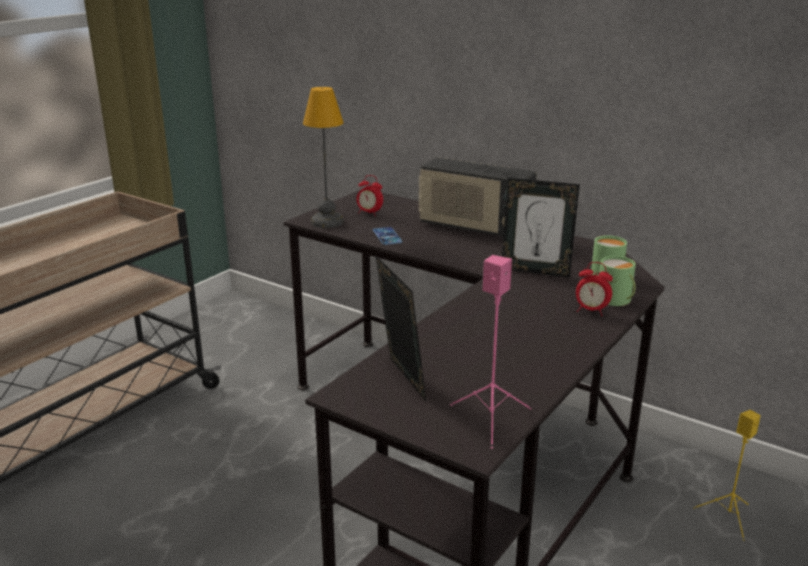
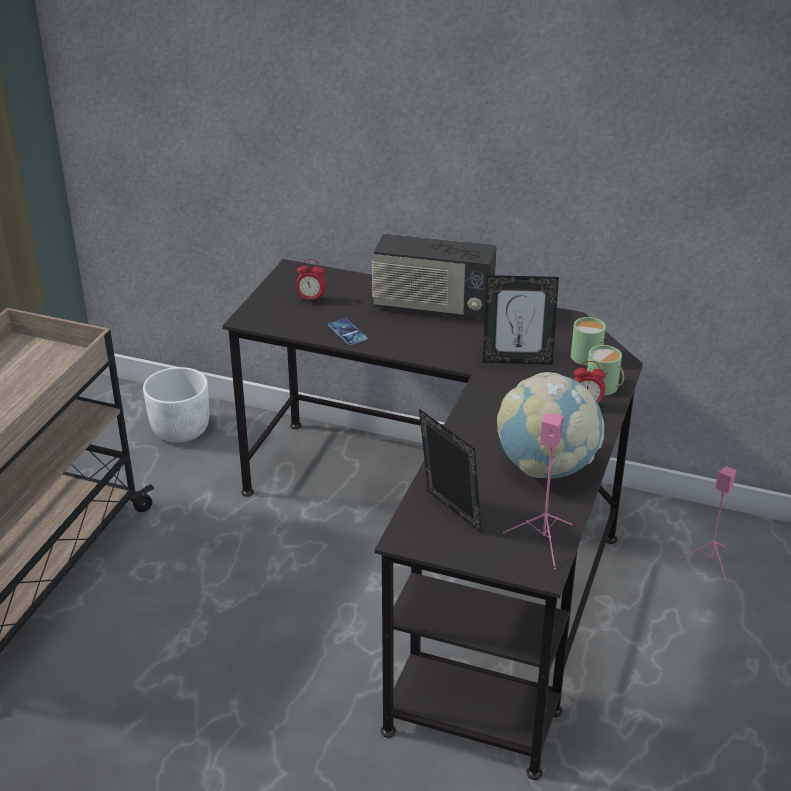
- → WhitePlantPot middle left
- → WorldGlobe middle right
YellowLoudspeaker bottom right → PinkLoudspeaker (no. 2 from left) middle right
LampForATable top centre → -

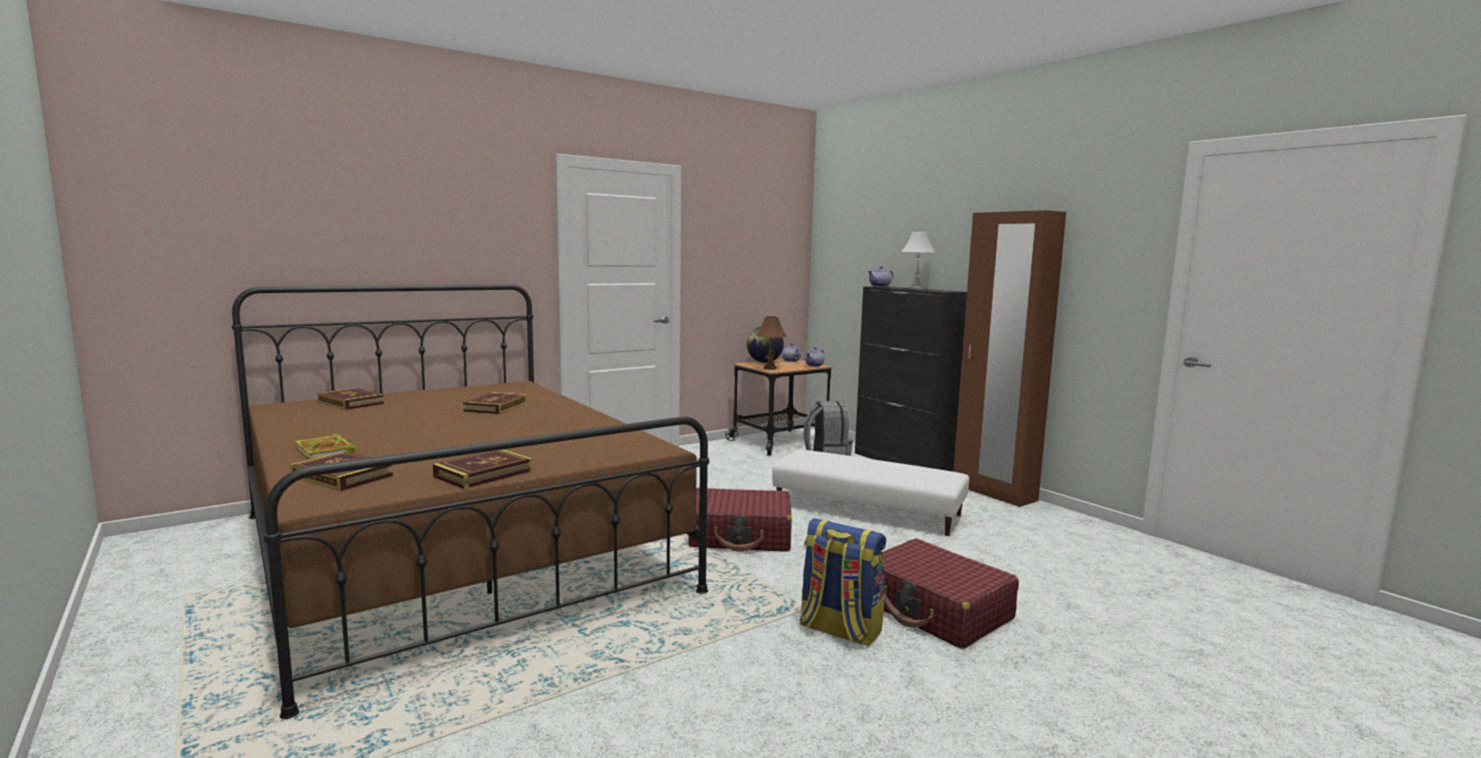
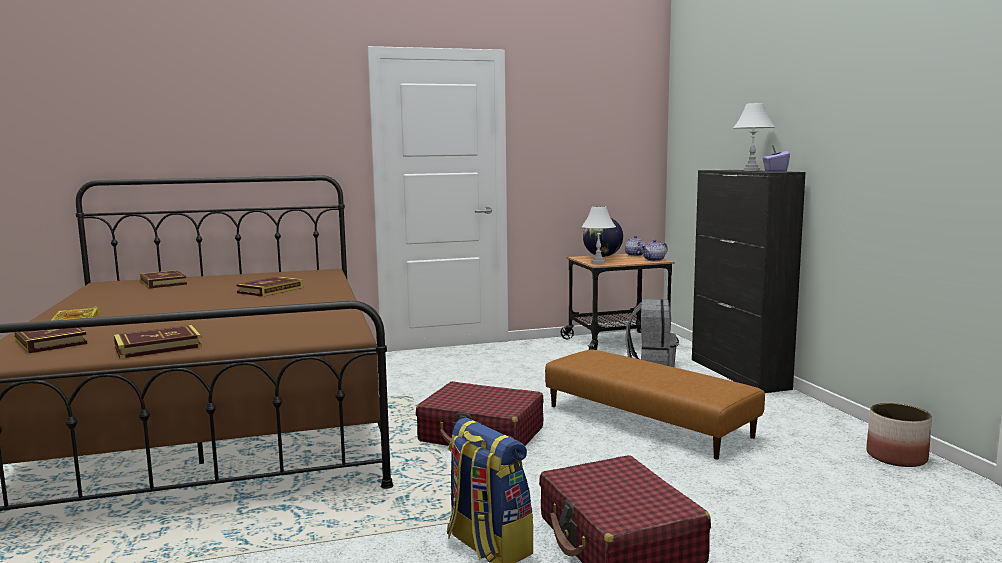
WhiteFootrest centre → BrownishFootrest bottom centre
BrownishLampForATable centre → WhiteLampForATable (no. 1 from left) centre
- → PurpleColouredBoxOfTissues top right
- → PlantPot bottom right
PotForTea (no. 3 from left) centre → -
BrownishArmoire middle right → -

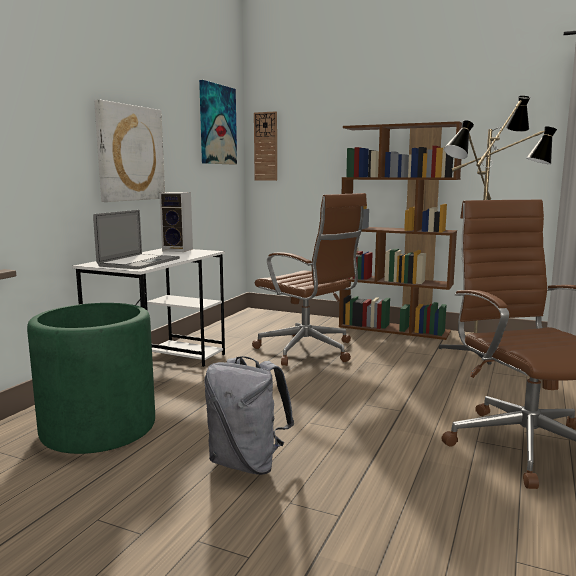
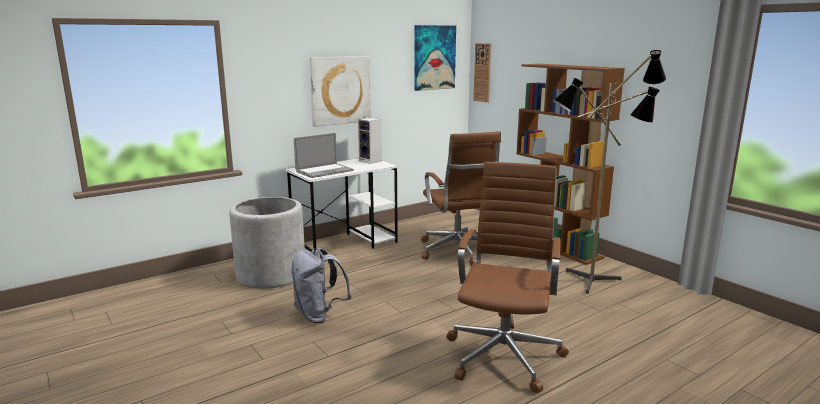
GreenishPlantPot middle left → GrayPlantPot middle left

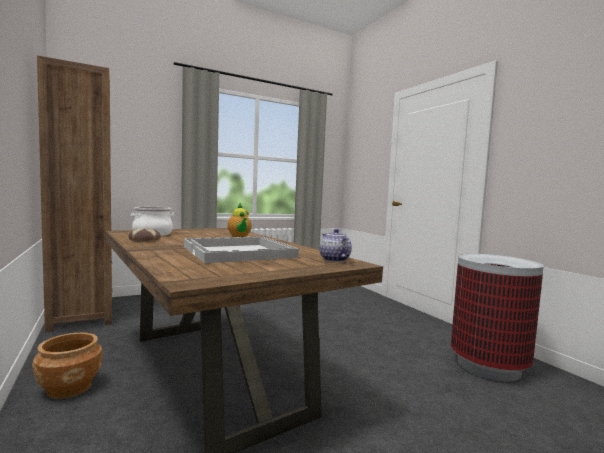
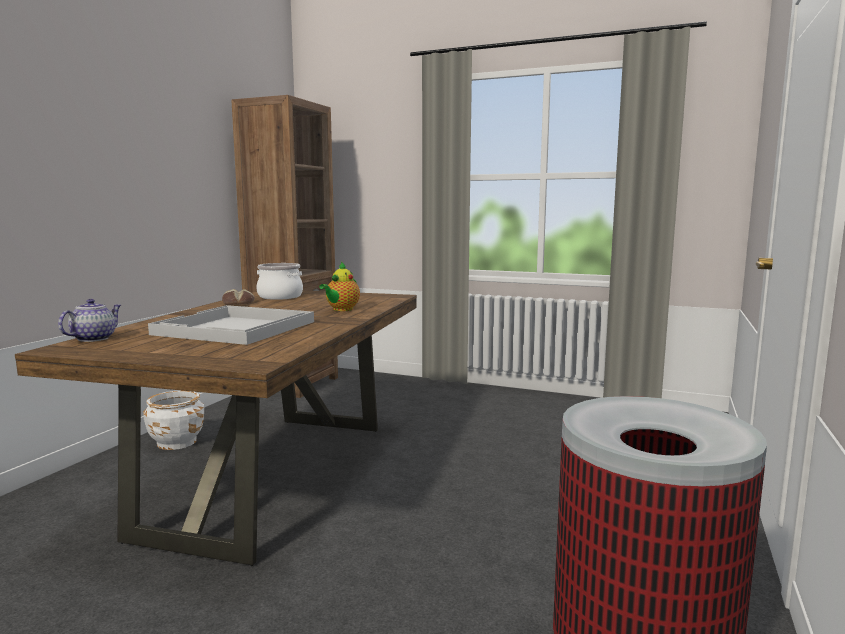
PotForTea (no. 2 from left in the first image) centre → PotForTea (no. 1 from left) middle left, relocated
BrownishPlantPot bottom left → WhitePlantPot middle left

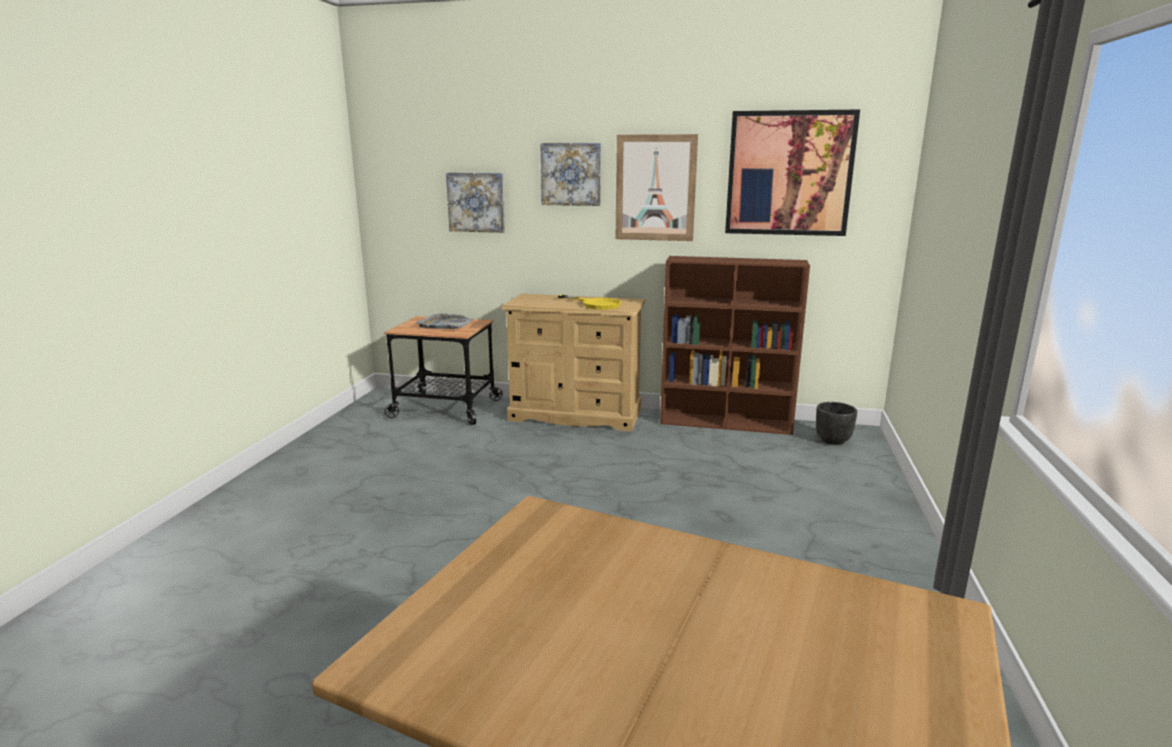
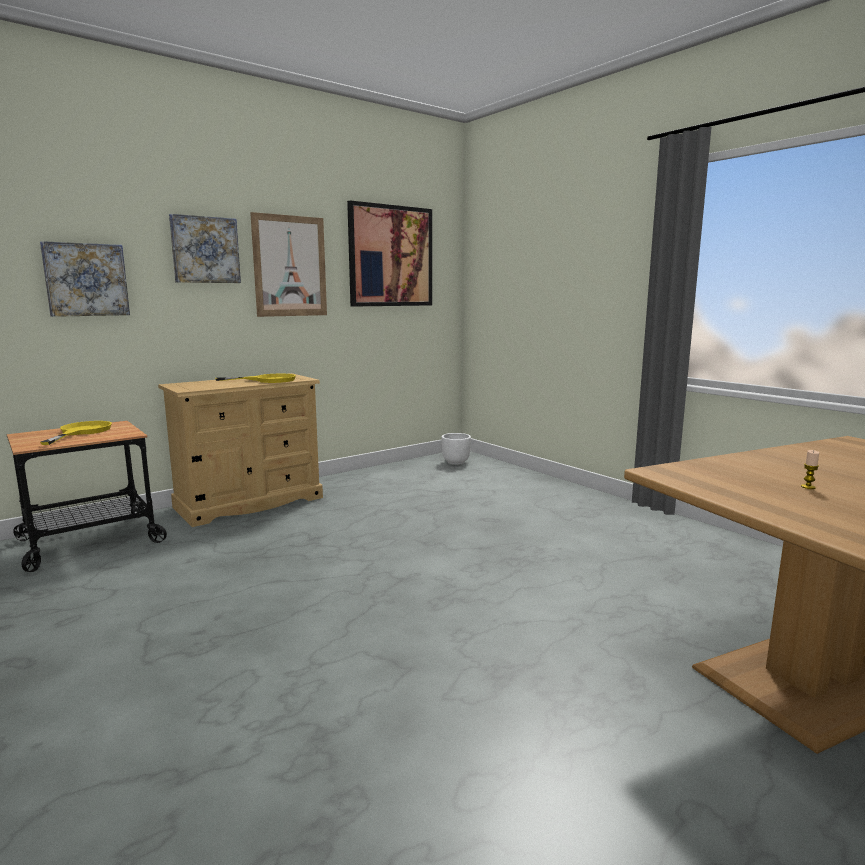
GrayTray centre → YellowPan (no. 1 from left) middle left
BlackColouredPlantPot middle right → WhitePlantPot centre
- → WaxLight middle right
BrownishShelvingUnit centre → -

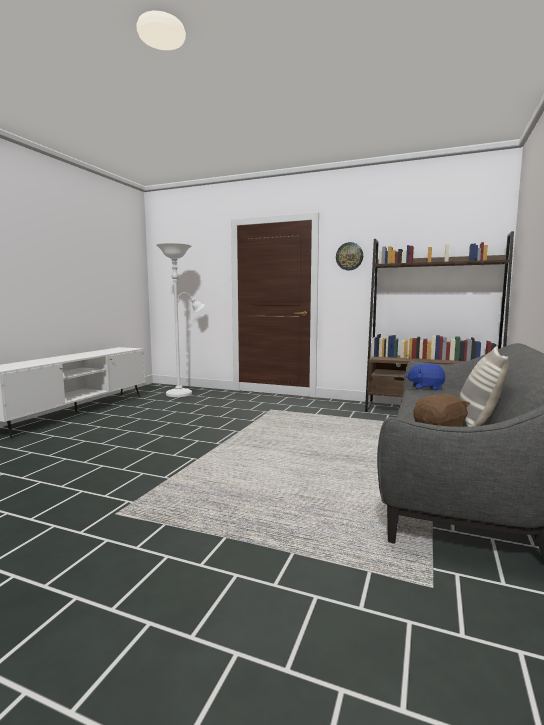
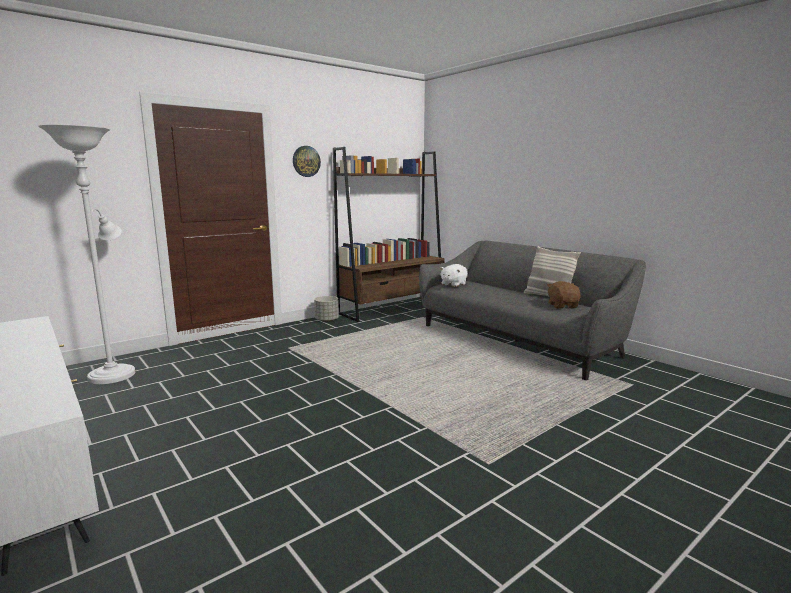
- → GrayPlantPot centre
BluishCuddlyToy middle right → WhiteCuddlyToy centre

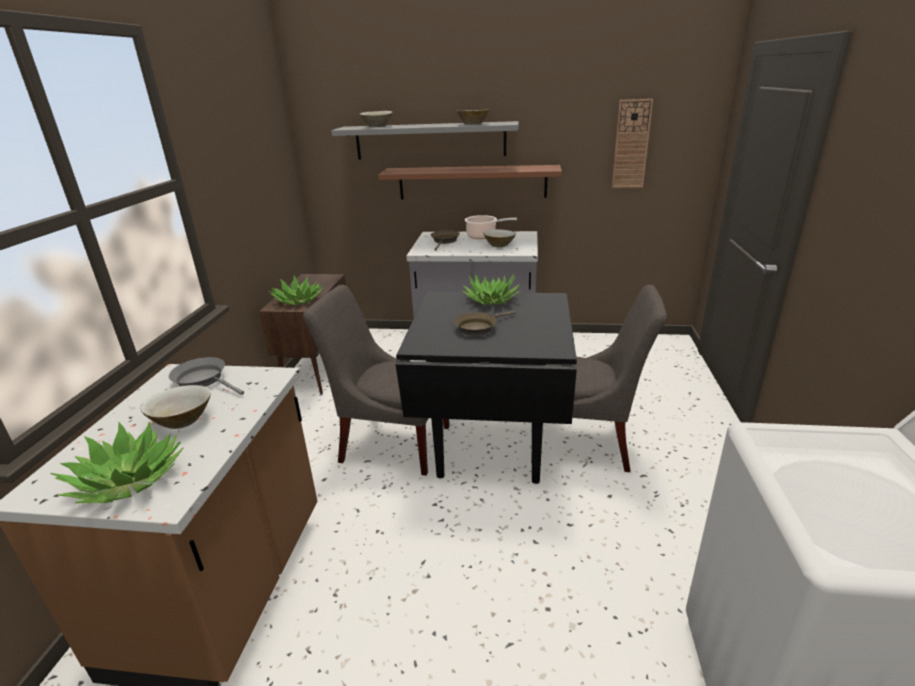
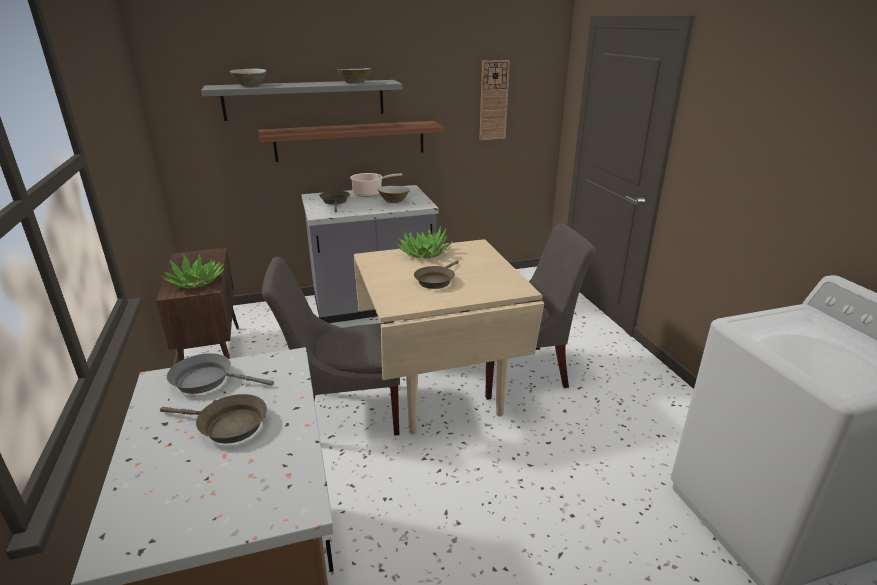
BeigeColouredBowl (no. 1 from left) middle left → BrownishPan (no. 1 from left) bottom left
BlackColouredDinnerTable centre → BeigeColouredDinnerTable centre
Houseplant (no. 1 from left) bottom left → -

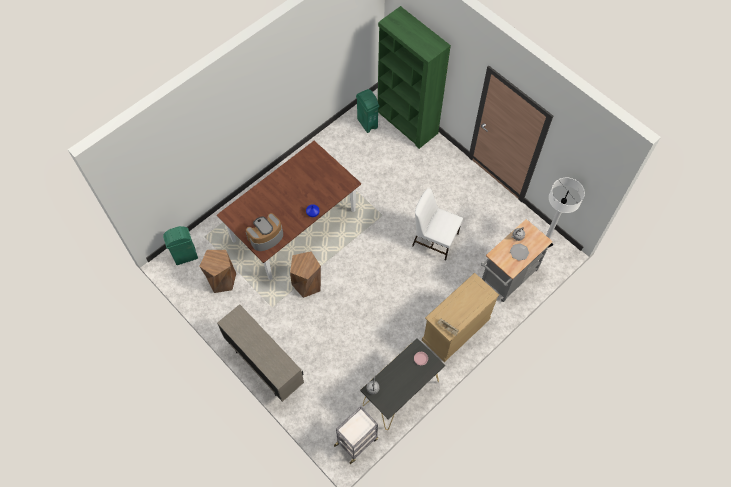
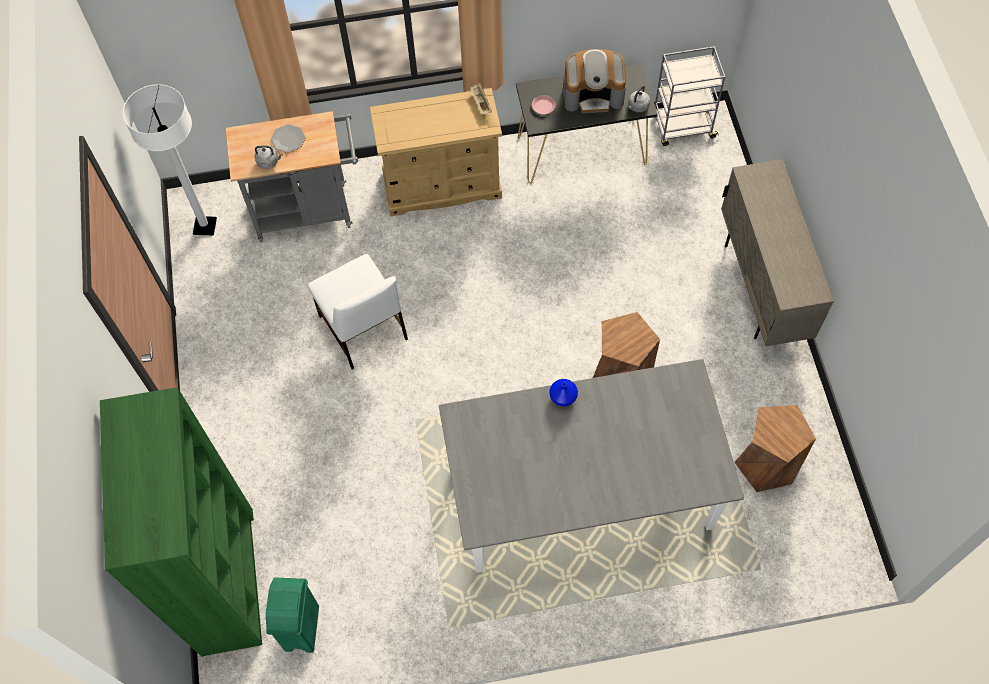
BrownishDinnerTable centre → GrayDinnerTable bottom centre
CoffeeMachine centre → CoffeeMachine top centre, relocated
GreenishTrashCan (no. 1 from left) middle left → -

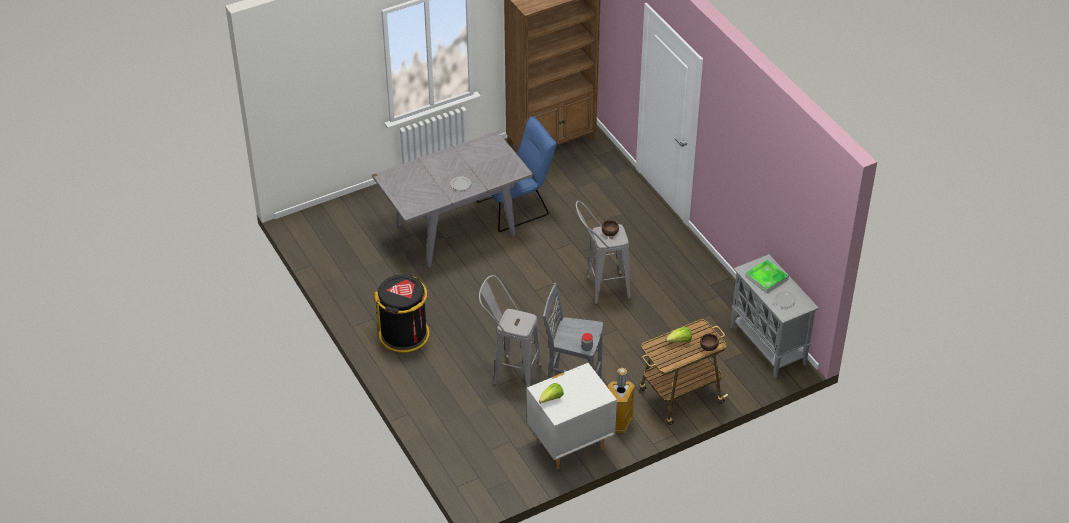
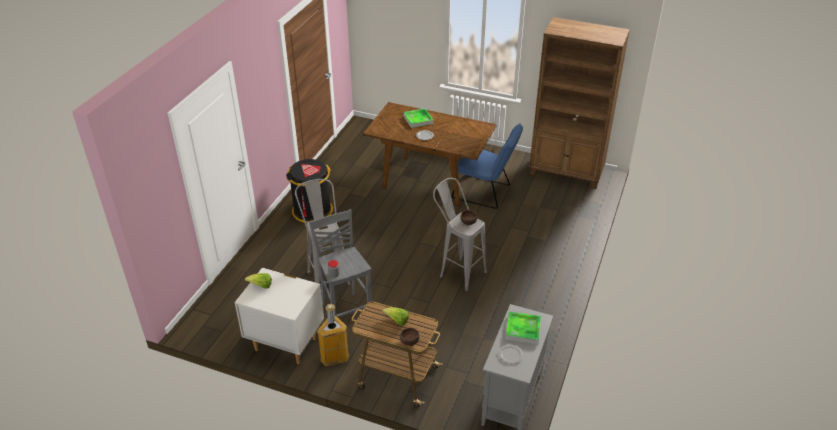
GrayDinnerTable centre → BrownishDinnerTable centre
- → Tray (no. 1 from left) top centre

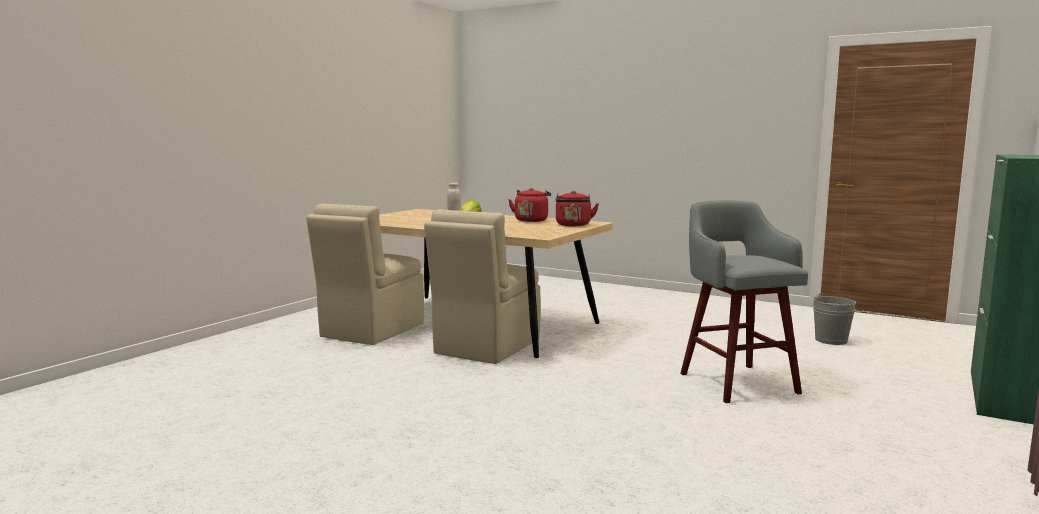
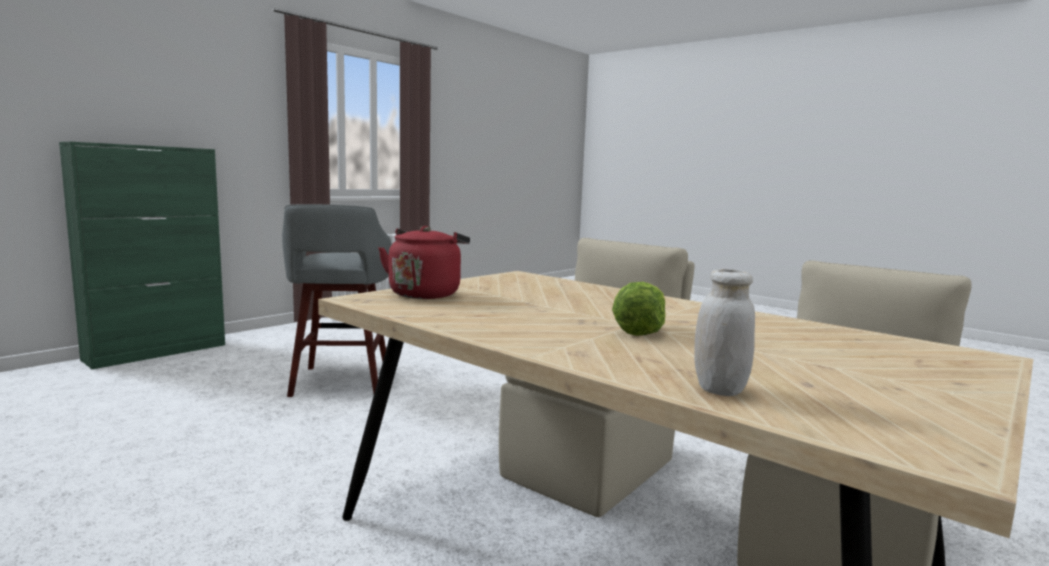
ReddishKettle (no. 1 from left) centre → -
GrayWaterBucket middle right → -

